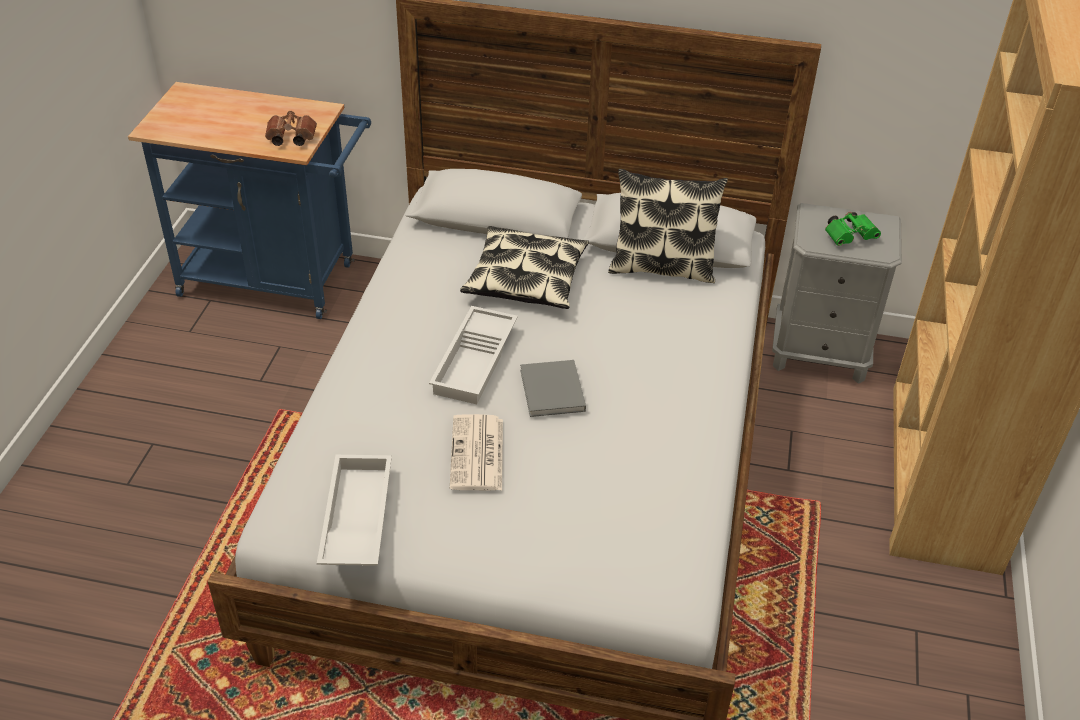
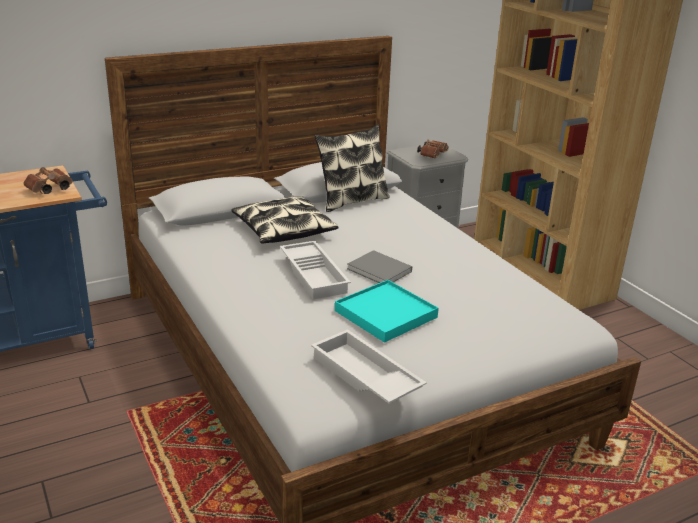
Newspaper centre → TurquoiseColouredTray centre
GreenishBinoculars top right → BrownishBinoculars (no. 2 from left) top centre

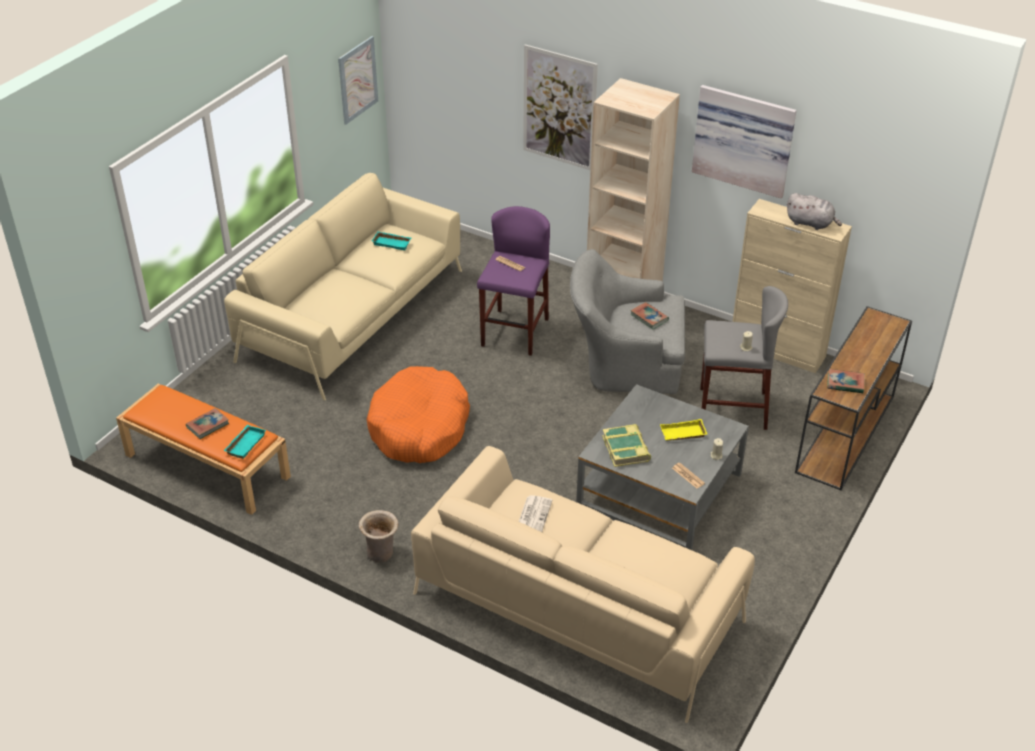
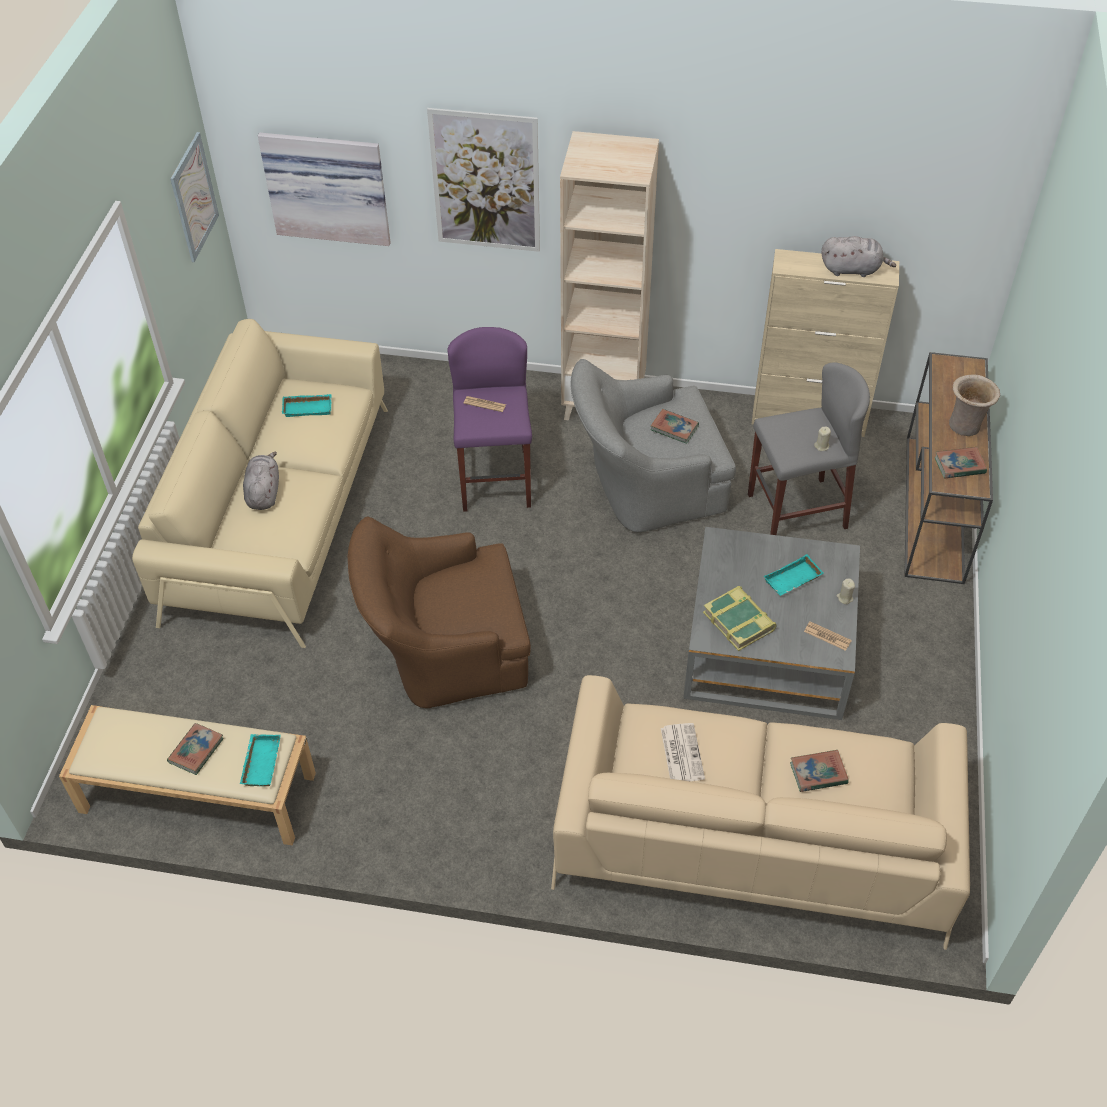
OrangeColouredLongSeat middle left → BeigeColouredLongSeat bottom left
- → GrayCuddlyToy (no. 1 from left) middle left
WallArt (no. 3 from left in the first image) top right → WallArt (no. 2 from left) top left, relocated
OrangeColouredDogCushion centre → BrownishEasyChair centre
YellowTray centre → TurquoiseColouredTray (no. 3 from left) middle right
- → Book (no. 4 from left) bottom right
BeigeColouredFlowerVase bottom centre → BeigeColouredFlowerVase middle right, relocated

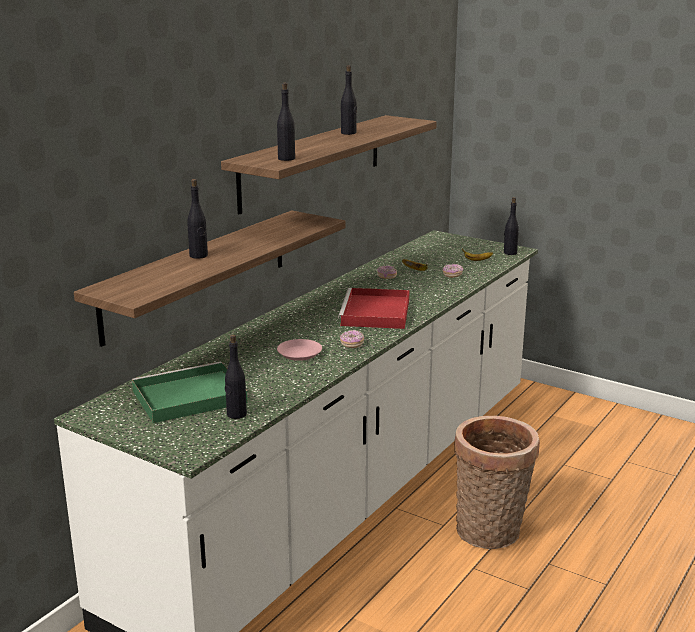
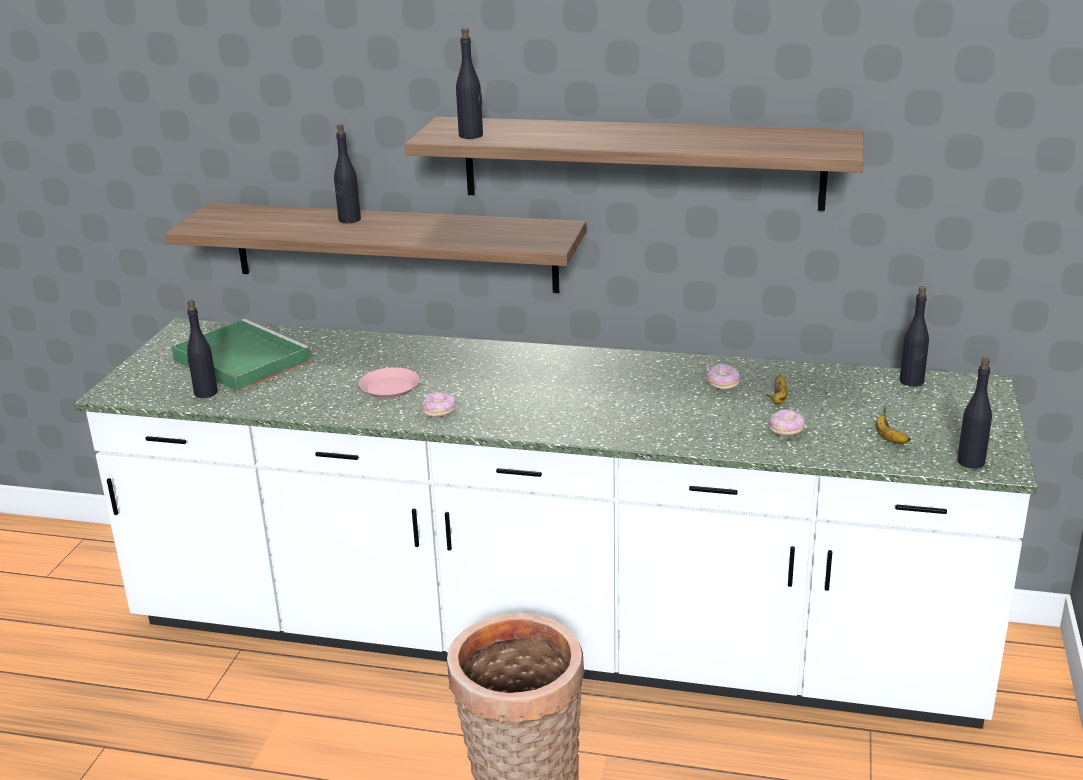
BlackColouredBeverageBottle (no. 4 from left) top centre → BlackColouredBeverageBottle (no. 4 from left) middle right, relocated
ReddishTray centre → -

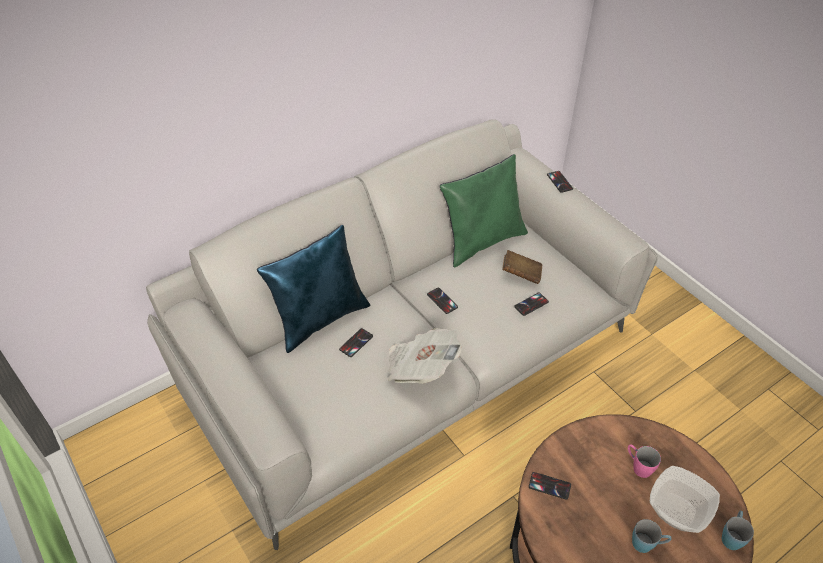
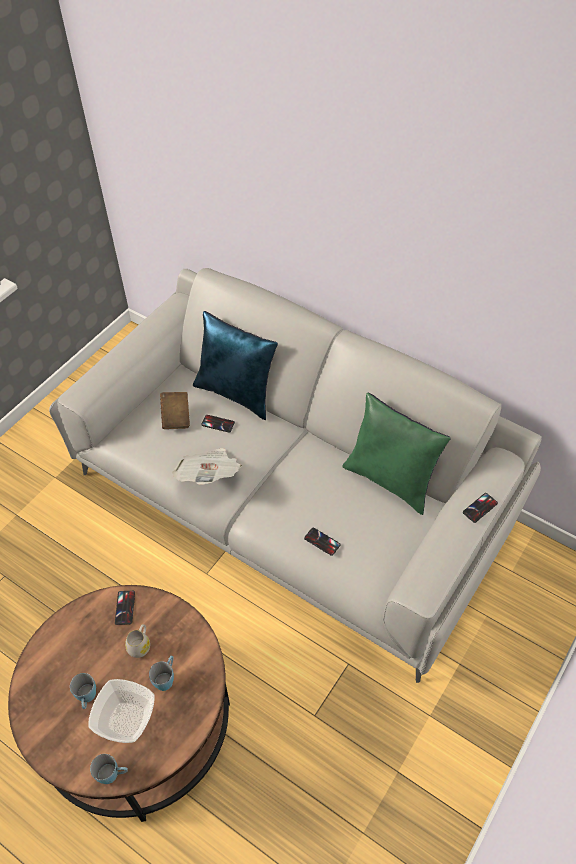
- → WhiteMug bottom left
PinkMug bottom right → BluishMug (no. 3 from left) bottom left
BrownishBook centre → BrownishBook middle left, relocated
Handset (no. 2 from left) centre → -

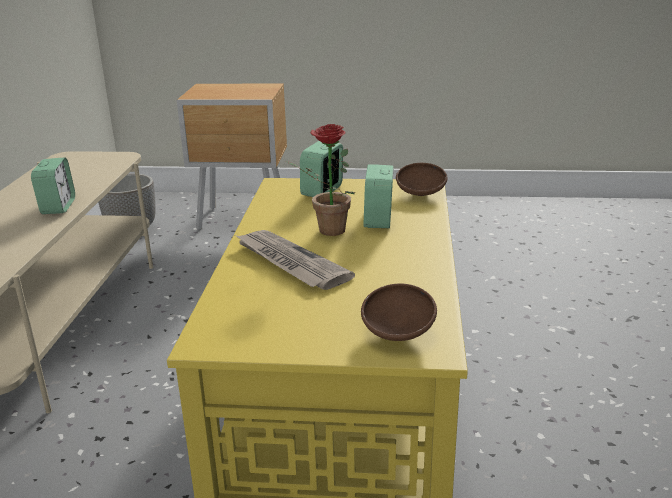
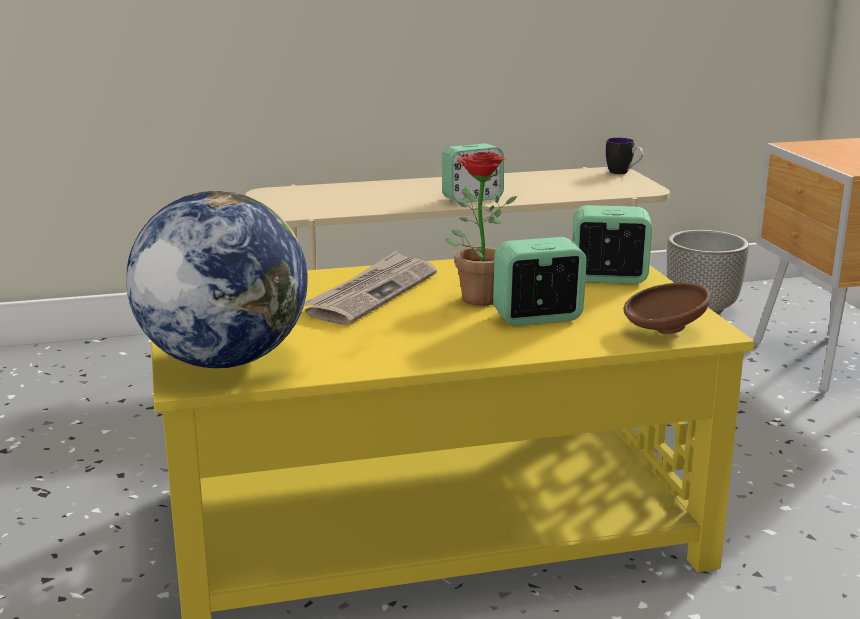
BrownishBowl (no. 1 from left) centre → WorldGlobe middle left
- → Mug top right

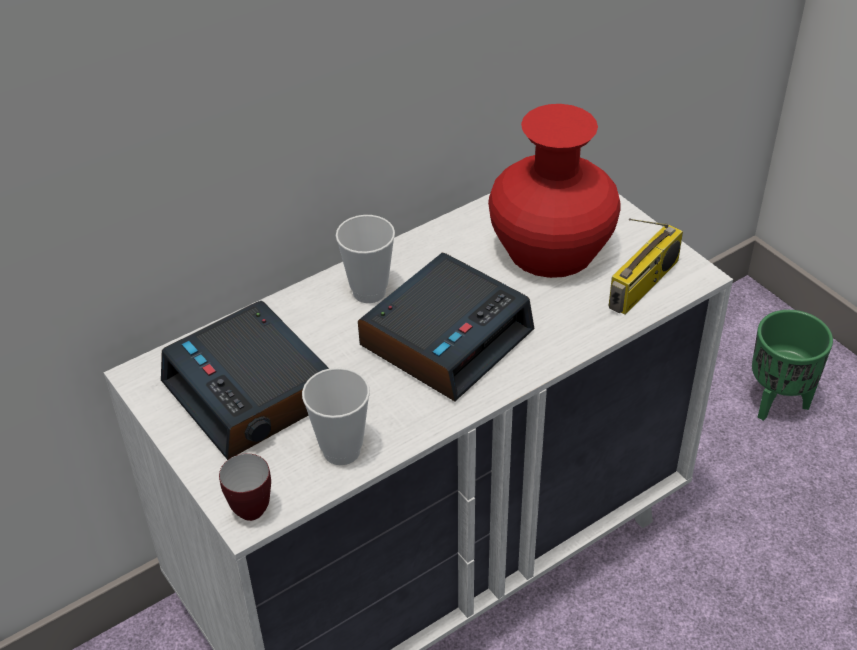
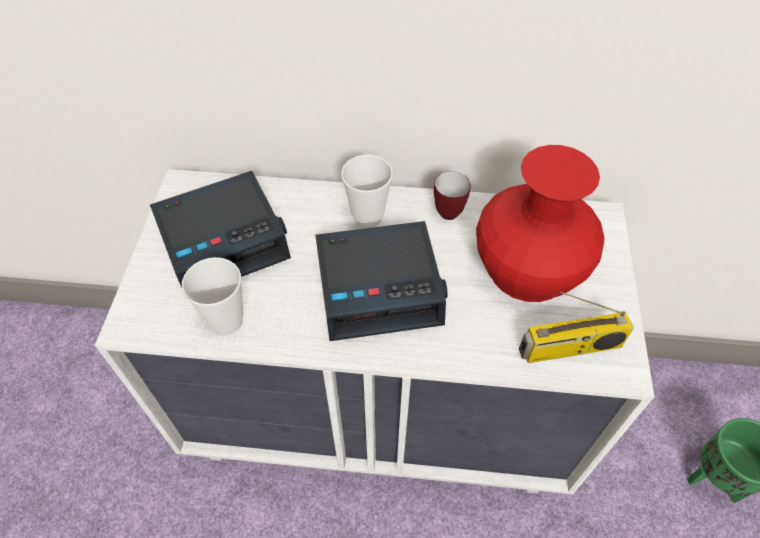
BedsideClock (no. 1 from left) middle left, 120 degrees counterclockwise
Mug bottom left → Mug centre, relocated

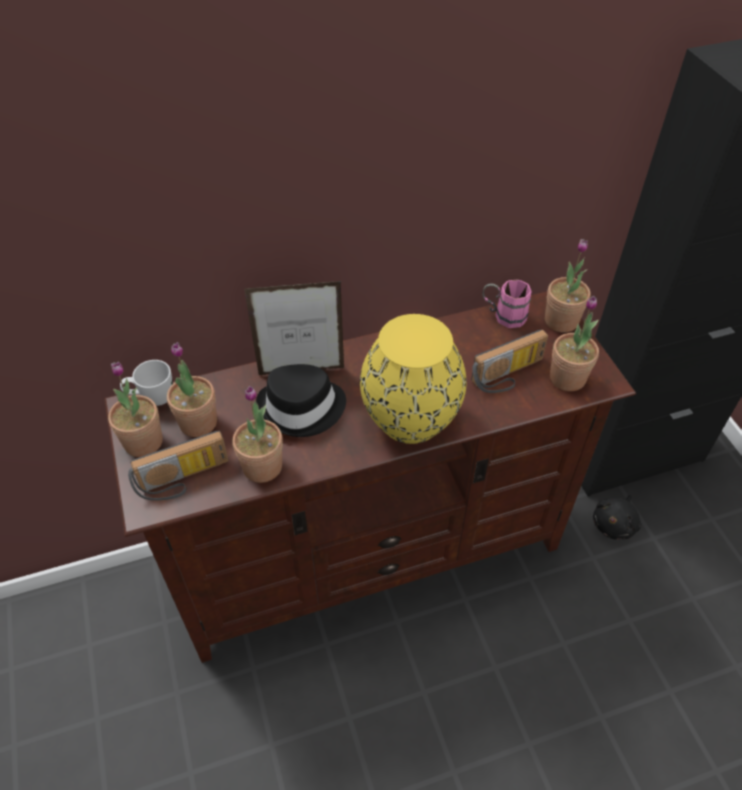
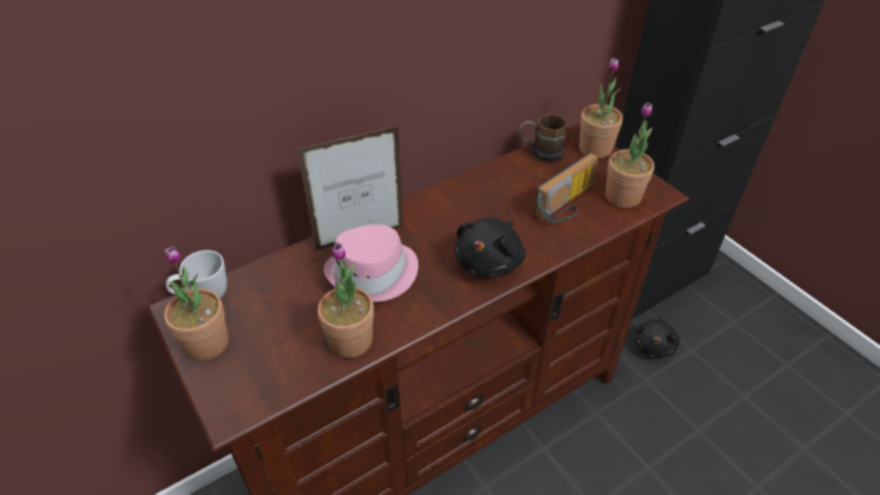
BlackColouredWearableHat centre → PinkWearableHat centre
YellowFlowerVase centre → BlackColouredCuddlyToy (no. 1 from left) centre
PinkMug middle right → BrownishMug top centre
RadioReceiver (no. 1 from left) middle left → -
Houseplant (no. 2 from left) middle left → -

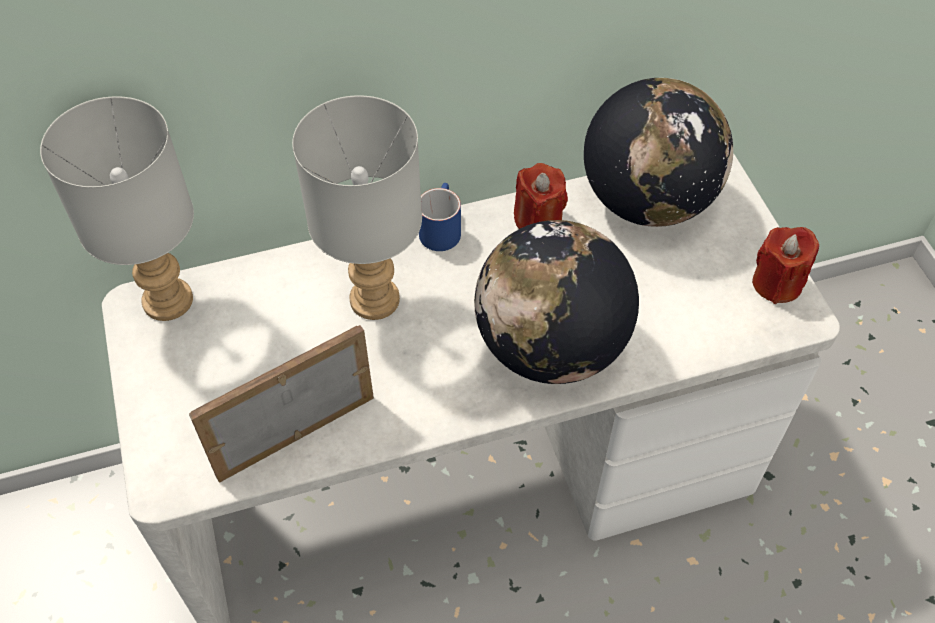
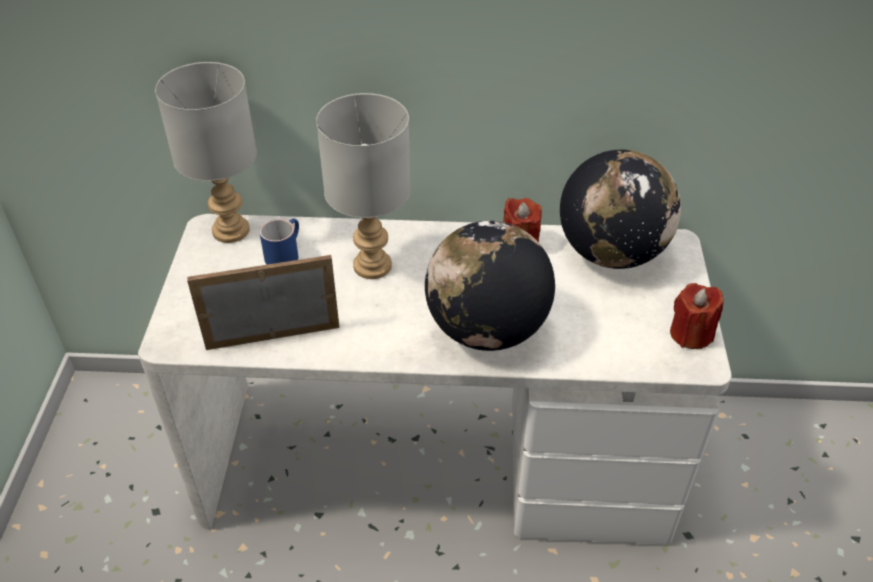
BluishMug centre → BluishMug middle left, relocated

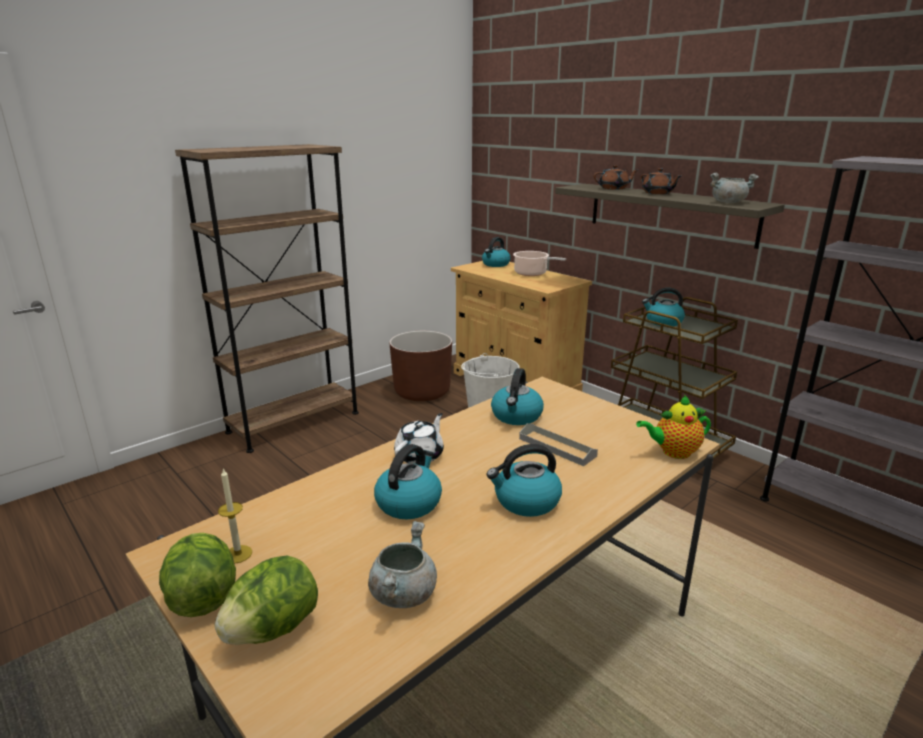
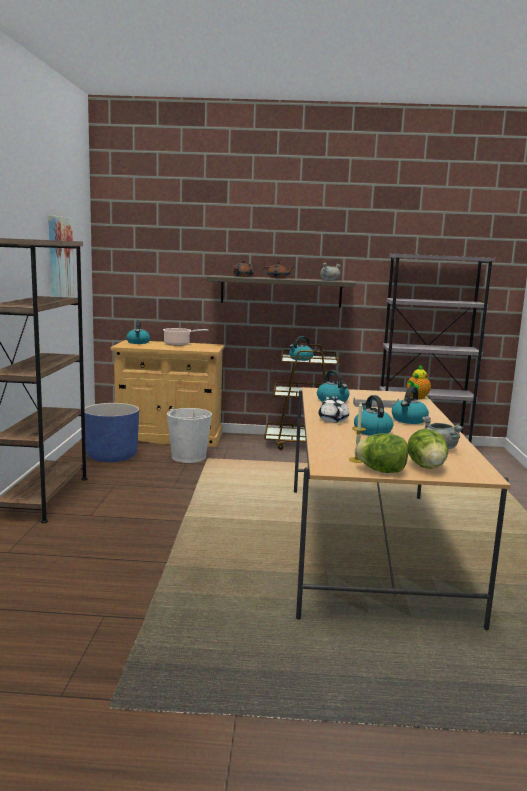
- → WallArt top left
BrownishPlantPot centre → BluishPlantPot middle left

